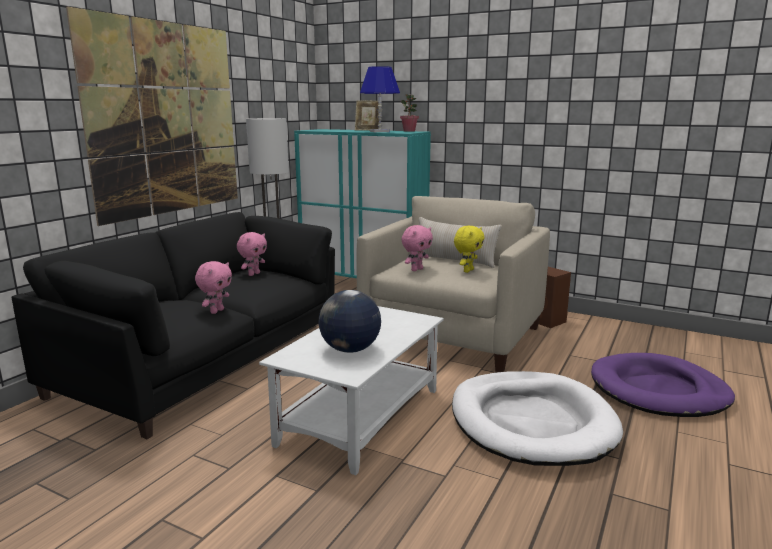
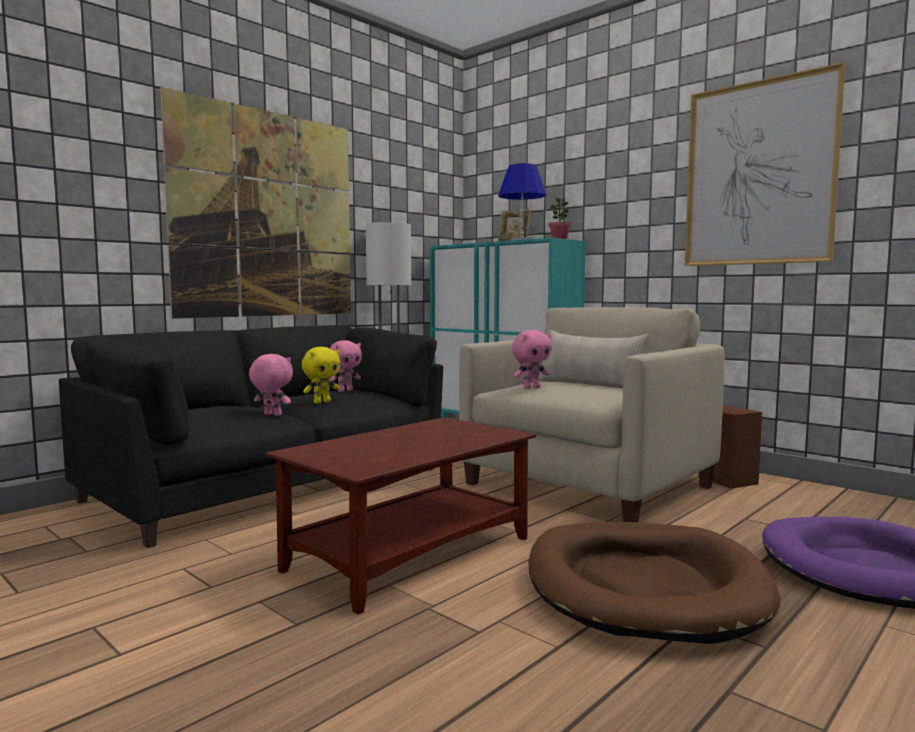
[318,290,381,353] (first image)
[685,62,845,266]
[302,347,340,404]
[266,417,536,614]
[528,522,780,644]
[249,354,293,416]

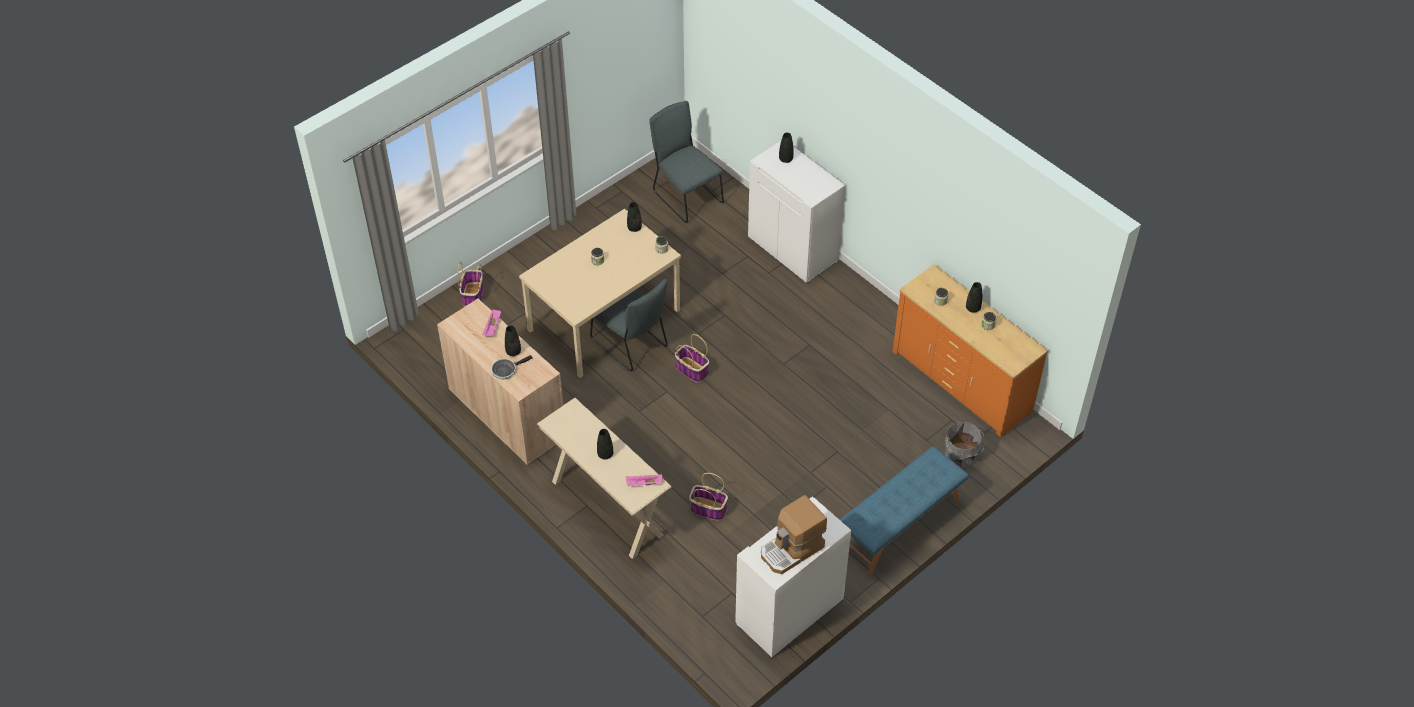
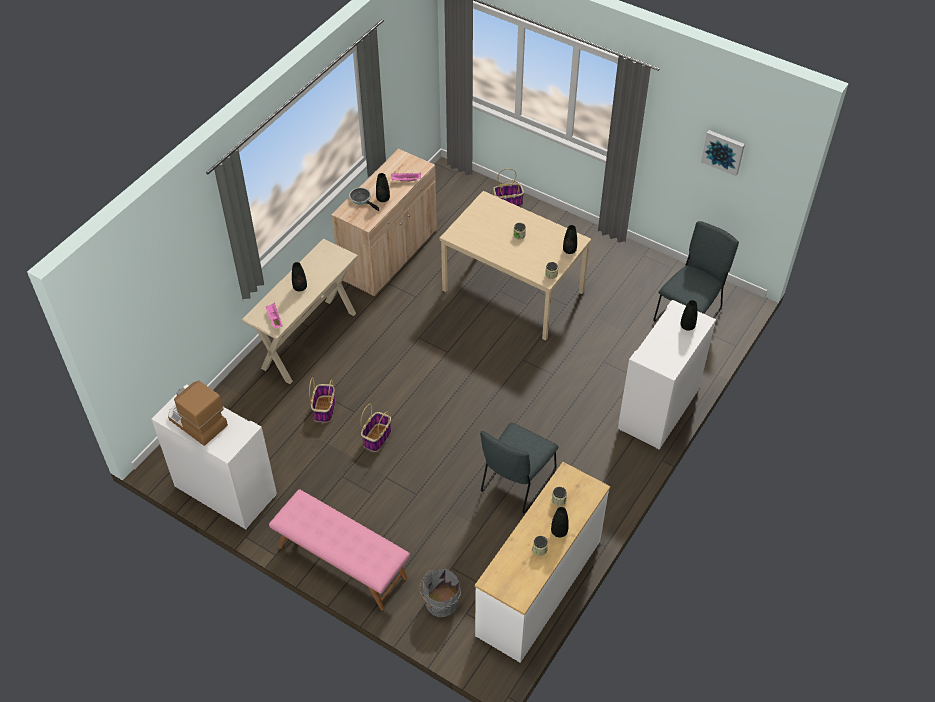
[701,130,745,176]
[480,422,558,514]
[360,404,391,452]
[269,489,410,610]
[475,462,610,663]

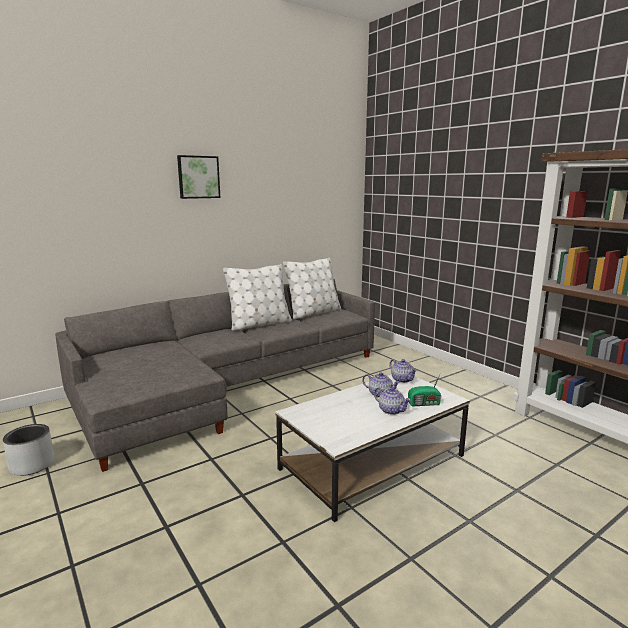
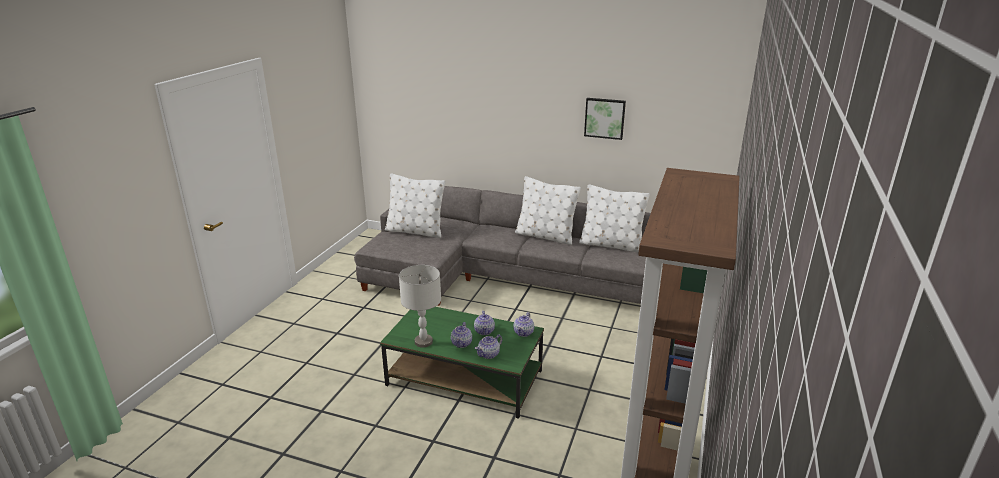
[3,424,55,476] (first image)
[385,173,445,238]
[399,265,441,347]
[584,98,626,140]
[475,335,502,359]
[380,307,544,419]

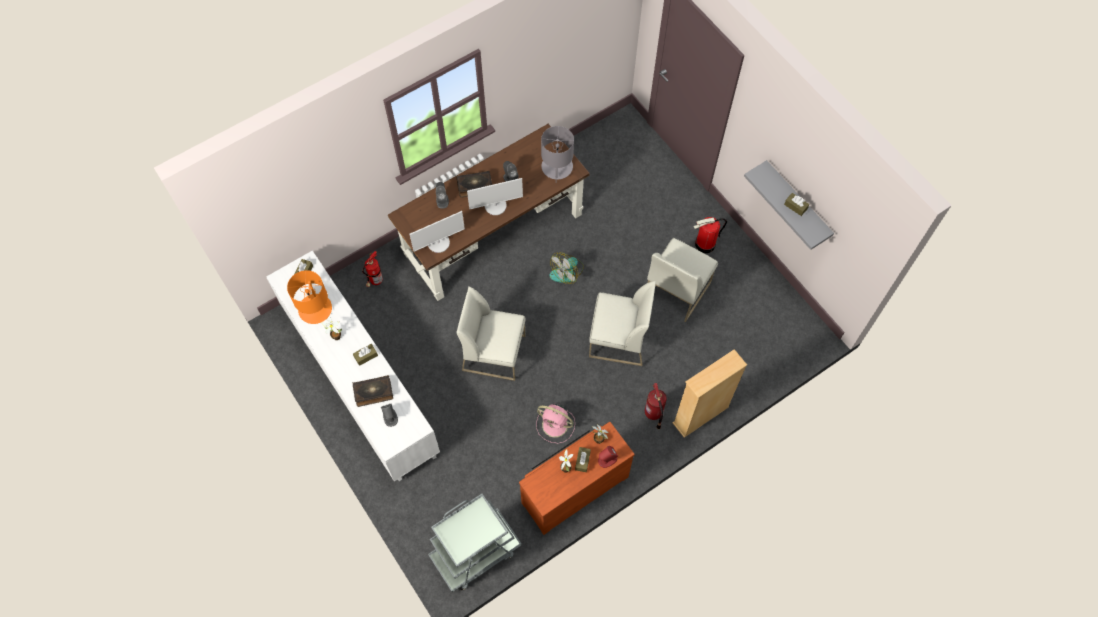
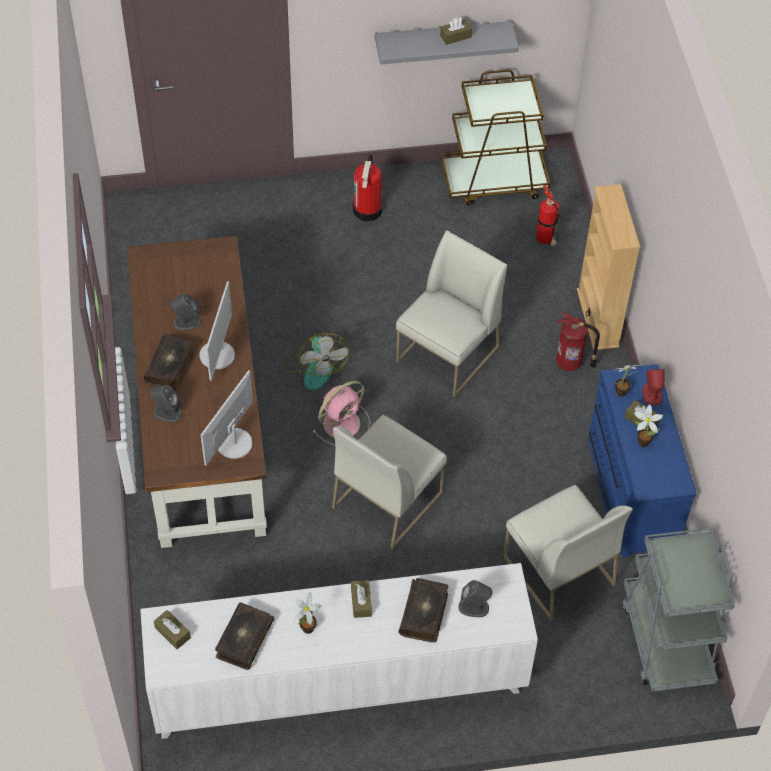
[541,126,574,180] (first image)
[441,69,550,206]
[536,185,559,246]
[312,381,370,446]
[503,485,633,621]
[215,603,274,670]
[588,364,697,558]
[201,370,253,466]

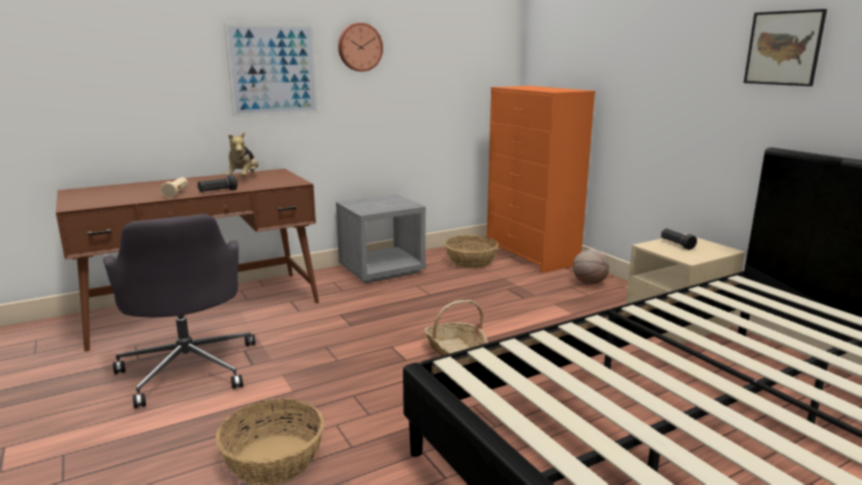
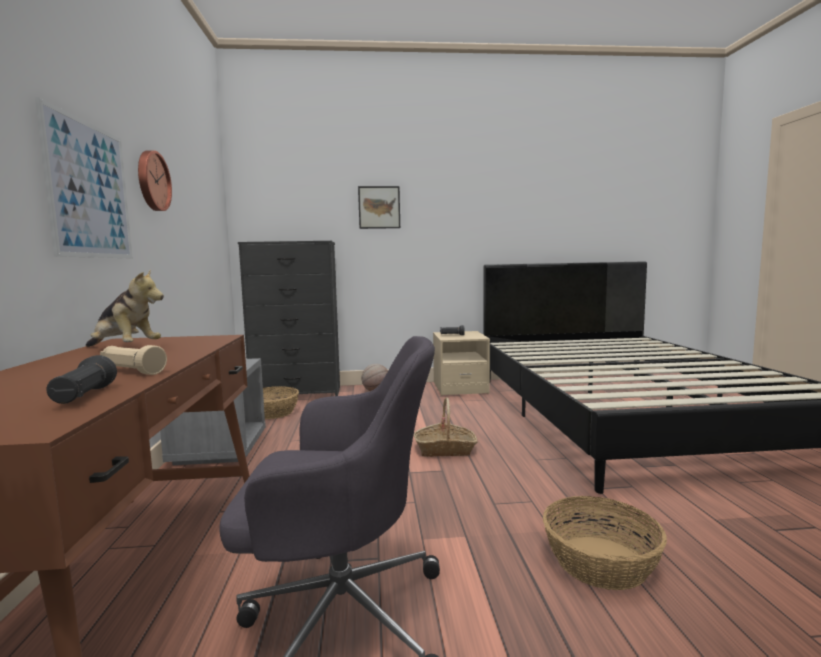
[47,355,117,404]
[358,186,400,229]
[238,241,340,396]

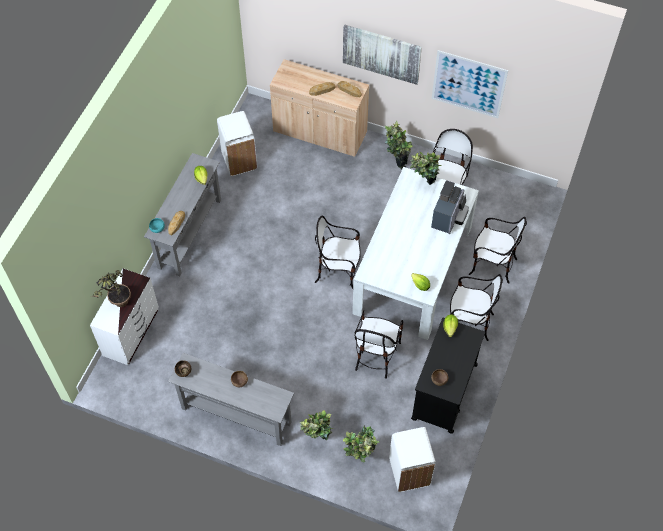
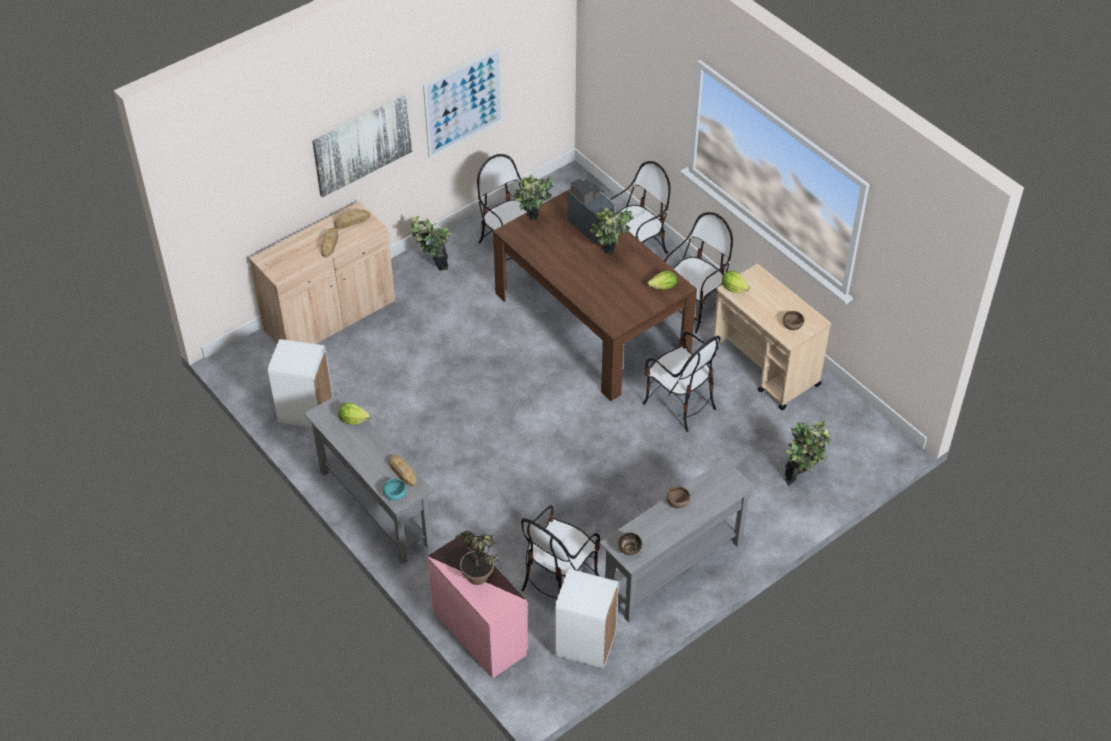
[590,208,634,253]
[521,505,600,599]
[555,569,619,669]
[427,535,528,679]
[493,189,697,401]
[713,264,832,410]

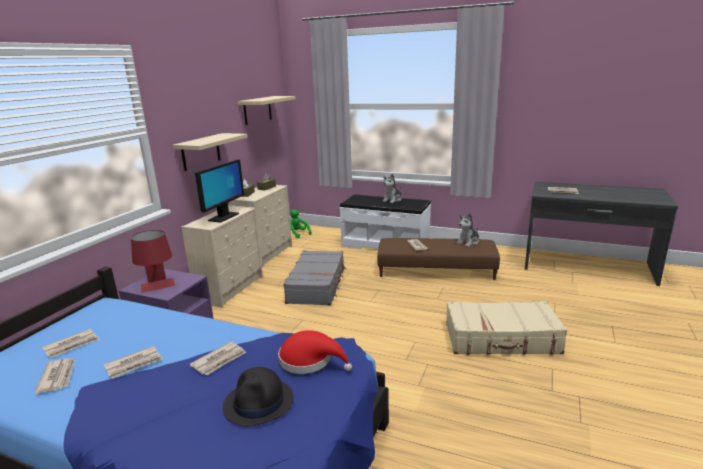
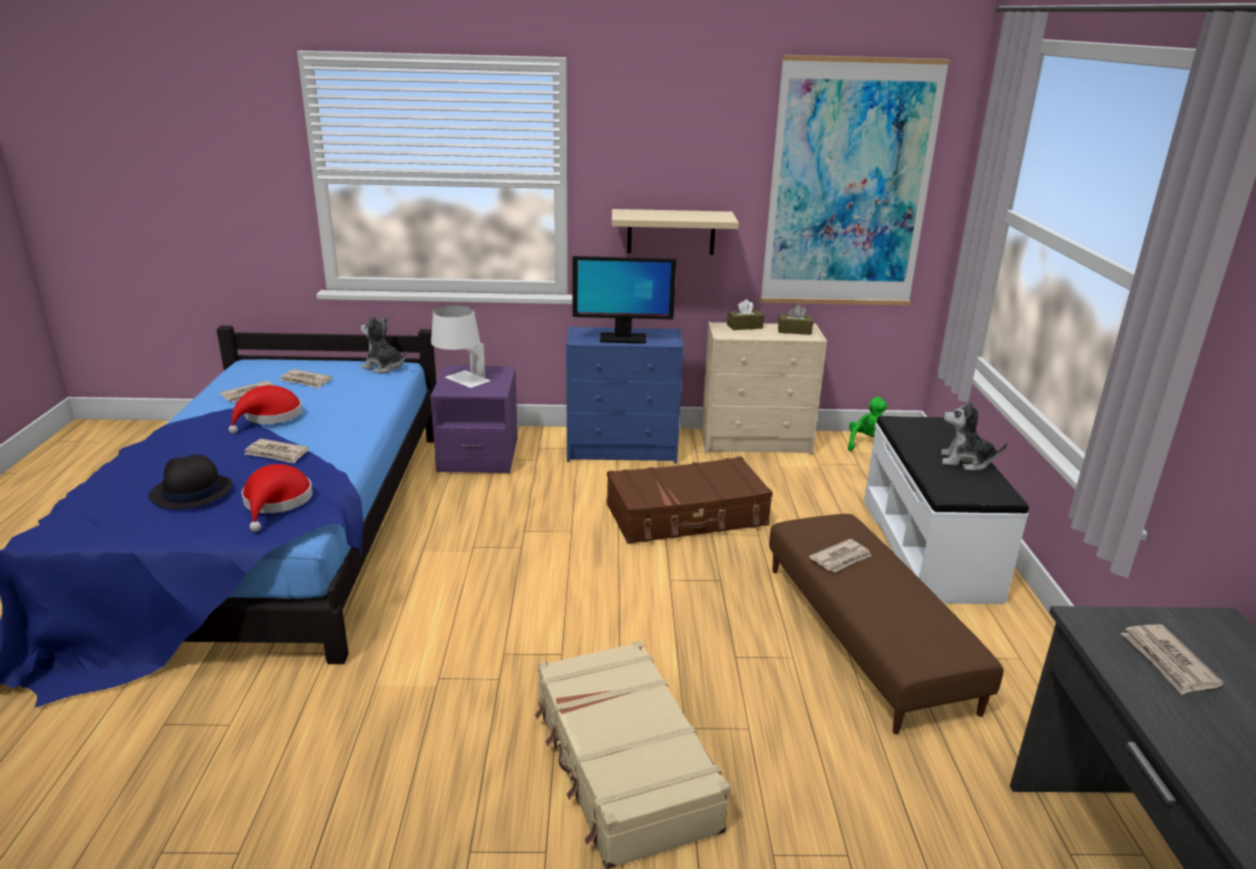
[360,315,406,373]
[228,385,302,434]
[760,55,950,306]
[431,305,491,388]
[566,326,684,464]
[607,456,773,544]

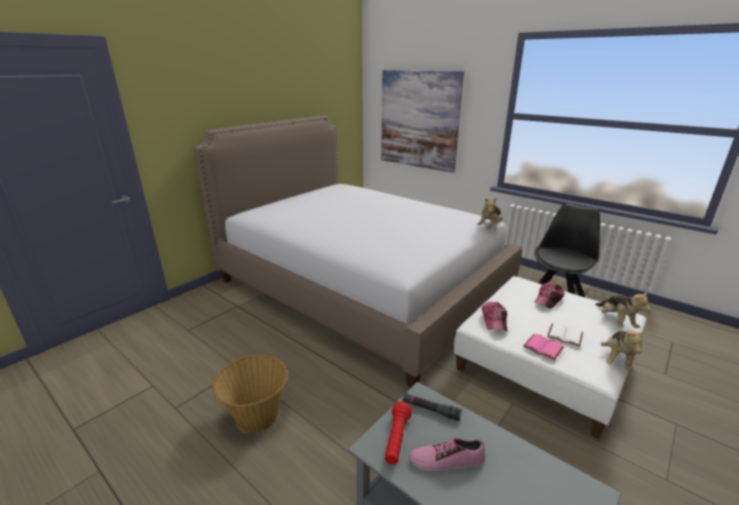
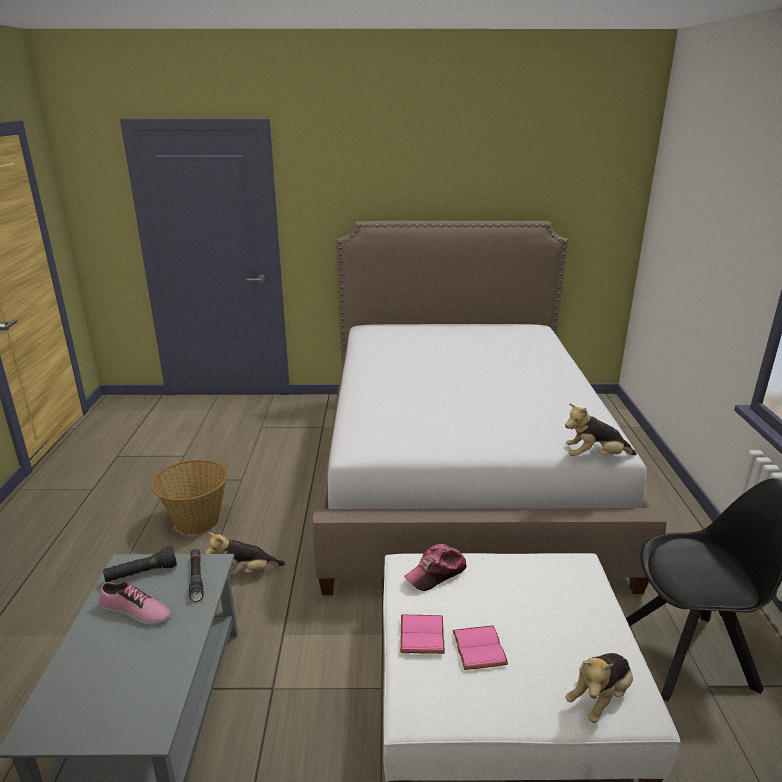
[381,70,464,173] (first image)
[535,283,564,309] (first image)
[205,533,285,573]
[103,546,177,582]
[452,626,508,670]
[99,582,171,626]

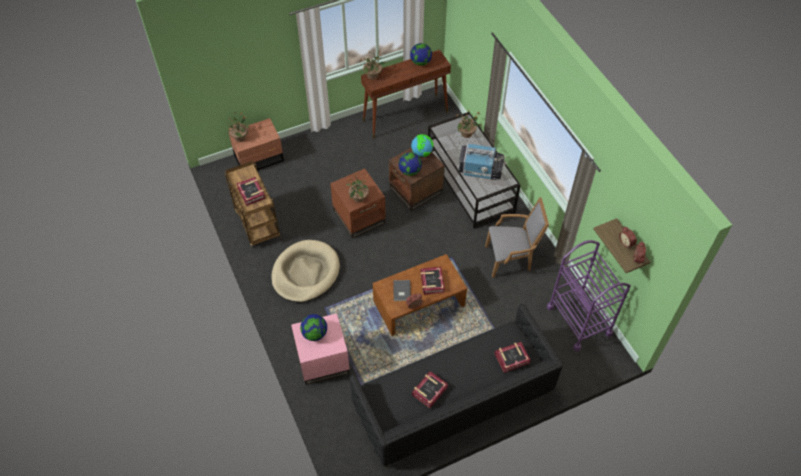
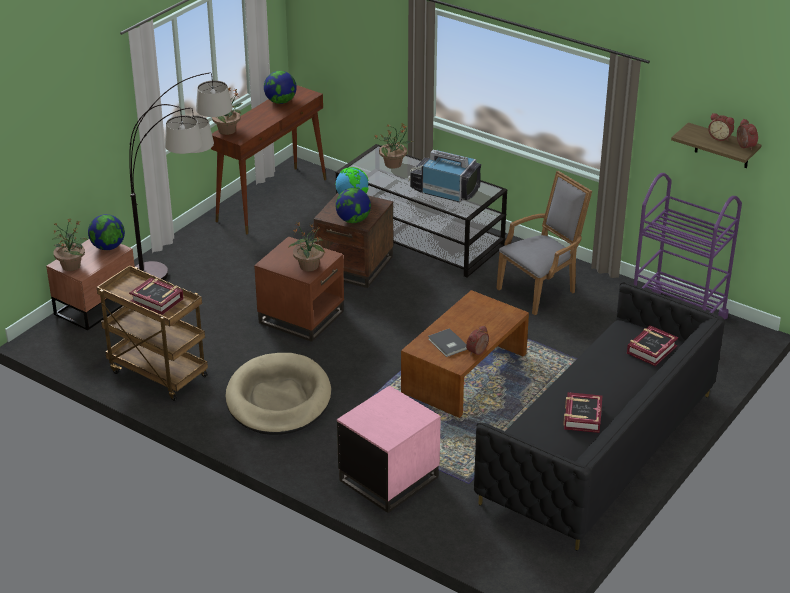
[420,267,445,295] (first image)
[129,72,232,280]
[88,214,125,250]
[408,150,481,202]

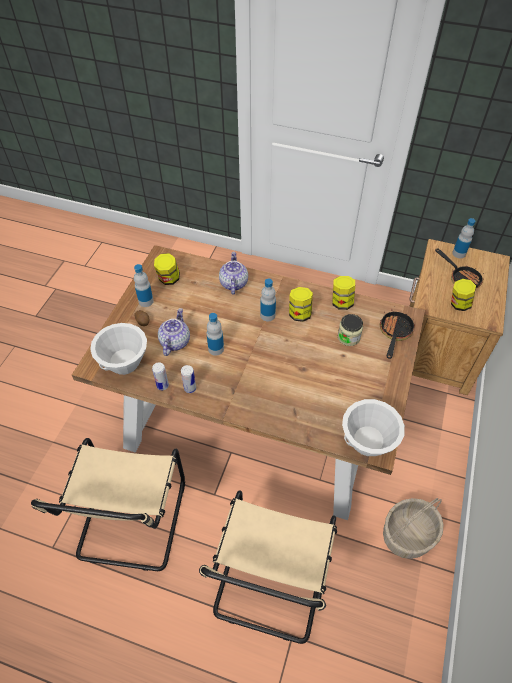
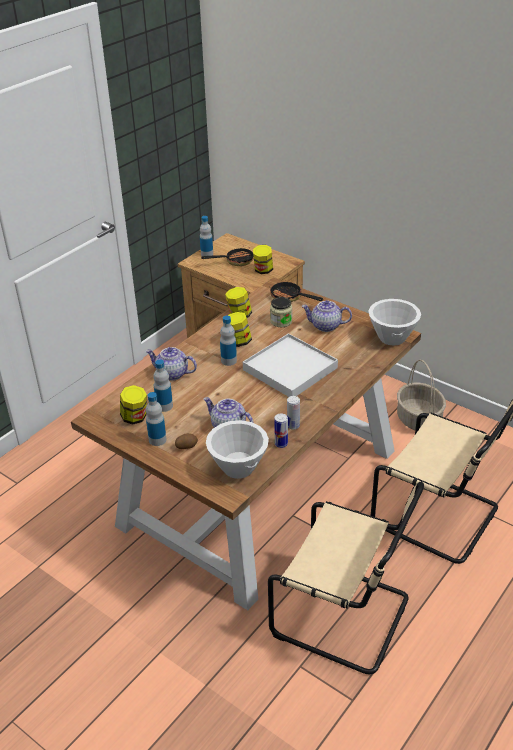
[243,333,338,397]
[301,300,352,332]
[153,359,173,412]

